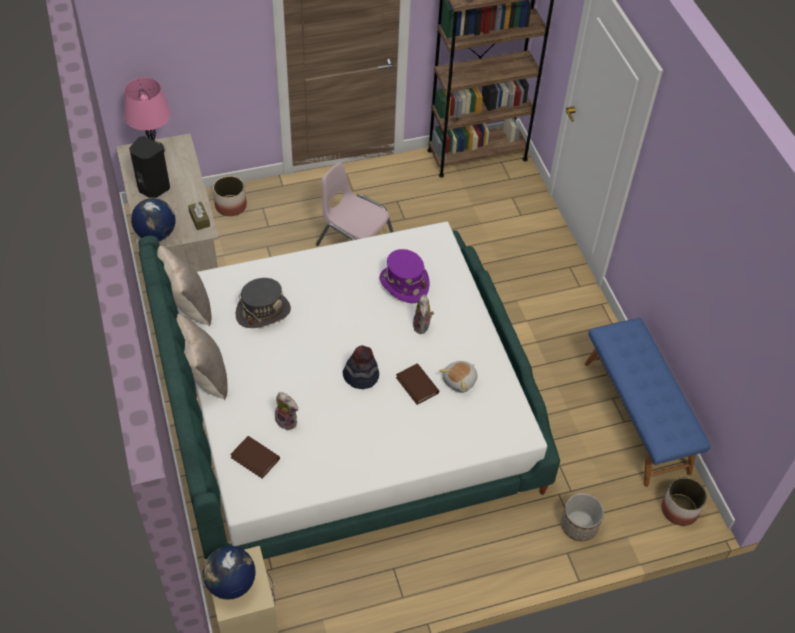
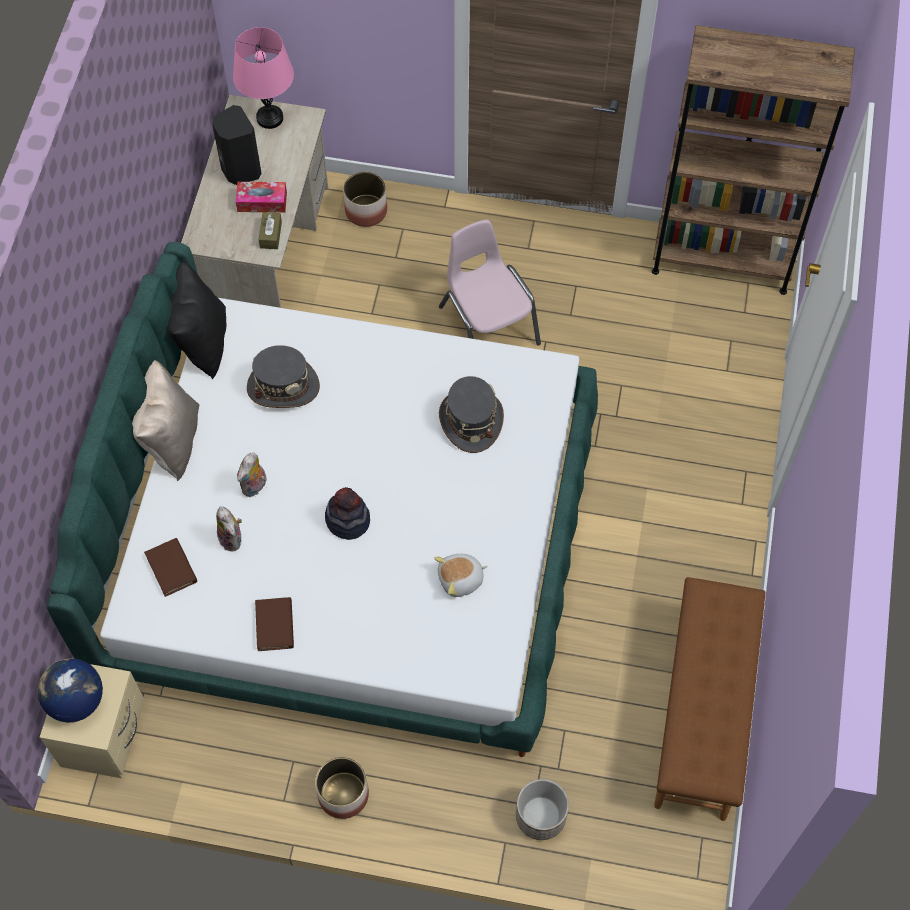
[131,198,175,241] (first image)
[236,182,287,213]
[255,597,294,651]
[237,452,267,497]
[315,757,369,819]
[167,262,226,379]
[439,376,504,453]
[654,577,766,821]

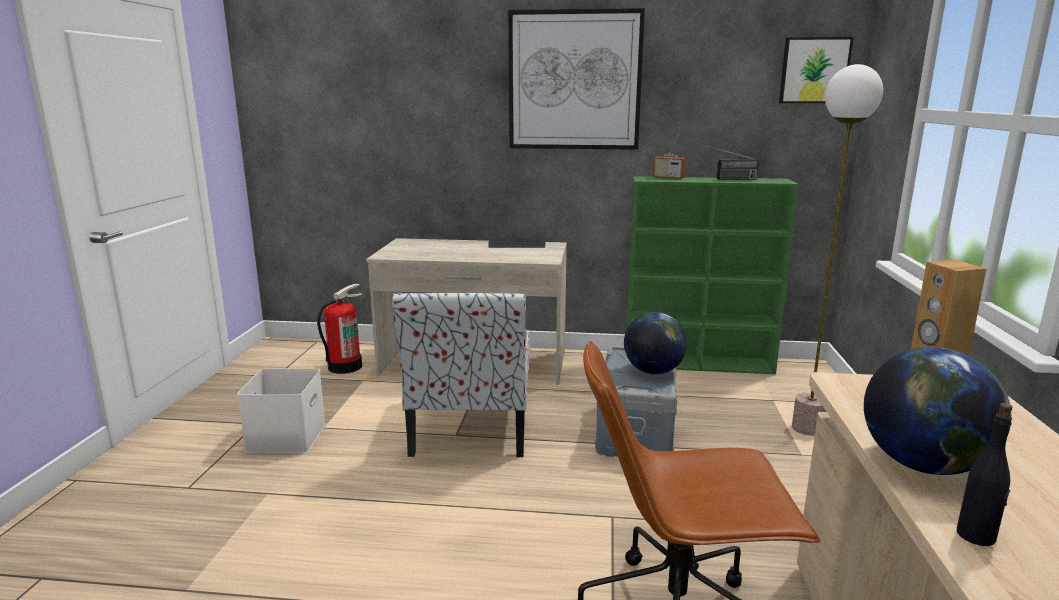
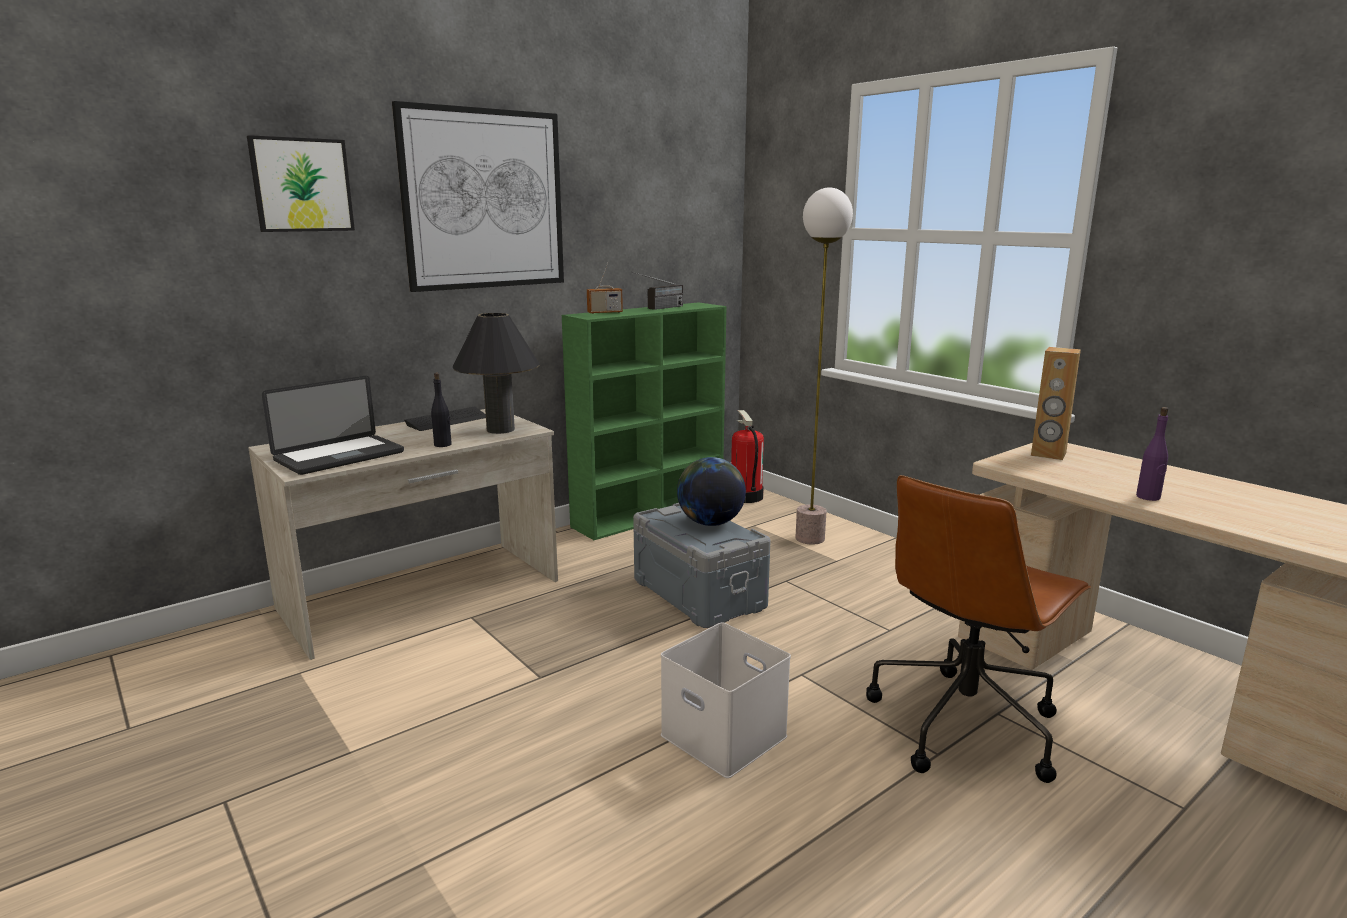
[392,293,530,457] (first image)
[262,376,404,475]
[453,313,540,434]
[661,622,791,778]
[731,410,764,503]
[247,135,355,232]
[431,373,452,447]
[1136,407,1168,501]

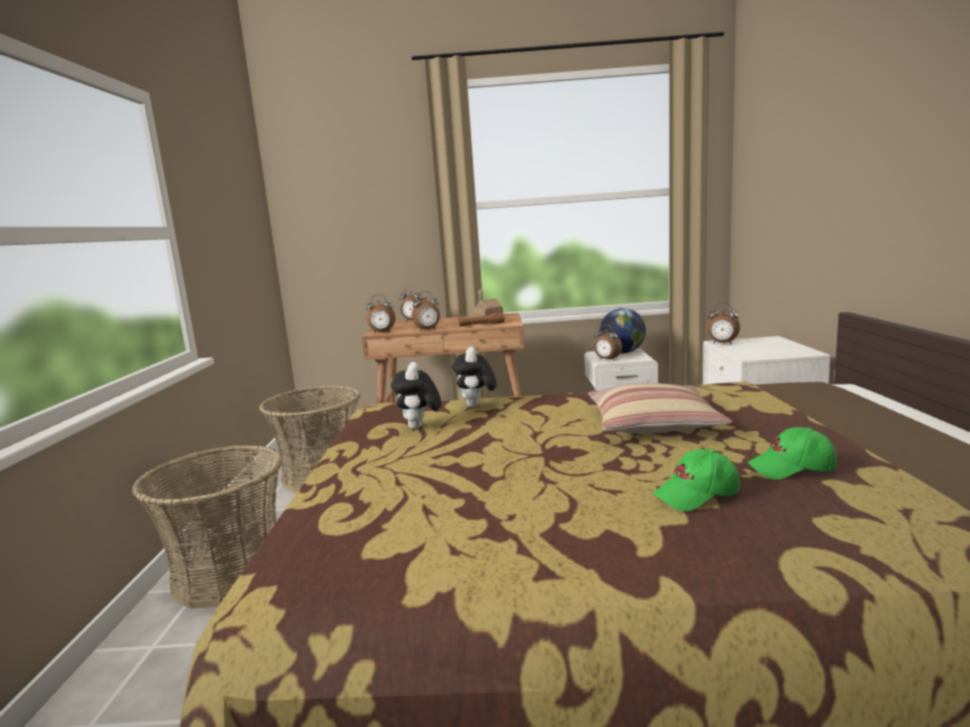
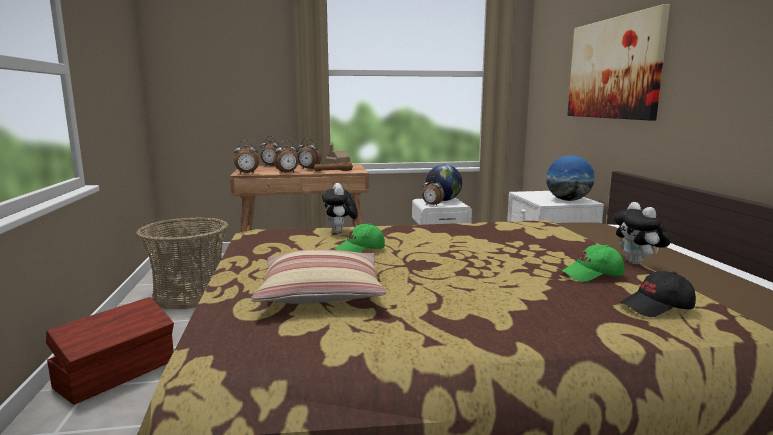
[546,155,595,201]
[568,4,670,121]
[620,271,696,317]
[613,202,670,264]
[251,249,386,304]
[335,223,385,252]
[297,138,321,169]
[46,297,174,405]

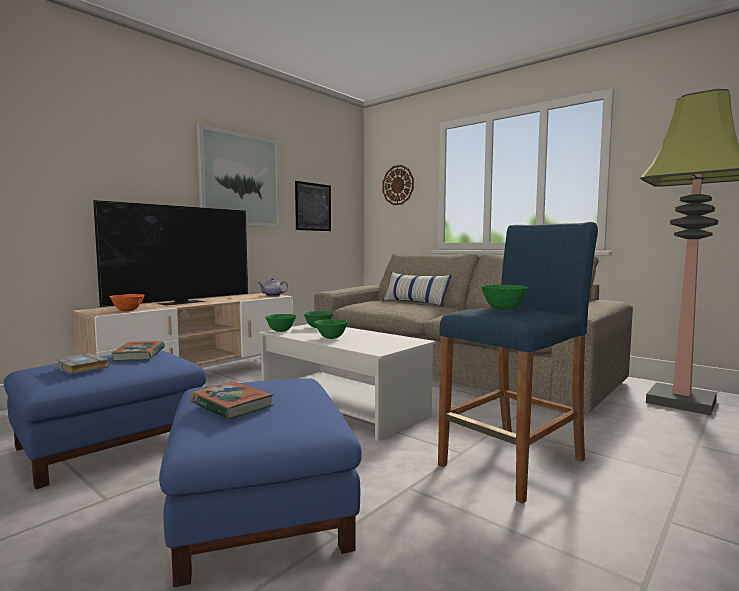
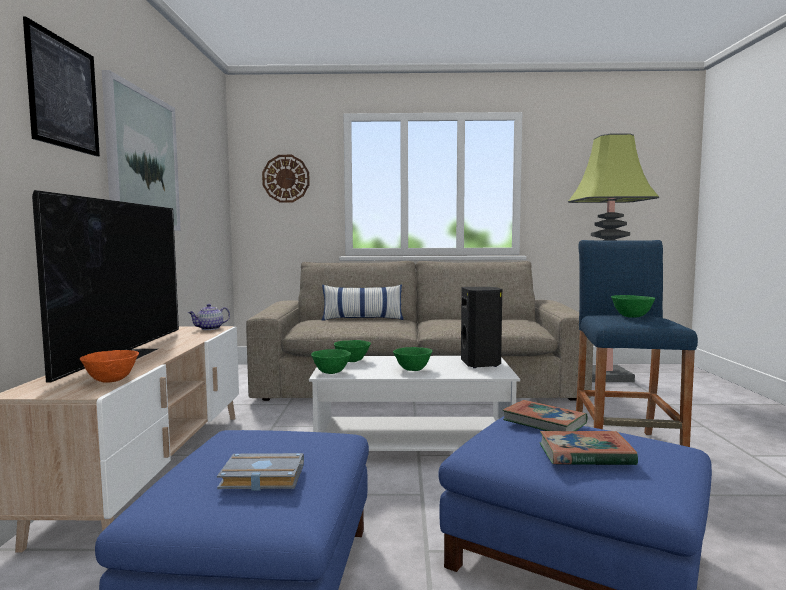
[461,287,502,368]
[503,400,587,431]
[23,16,100,157]

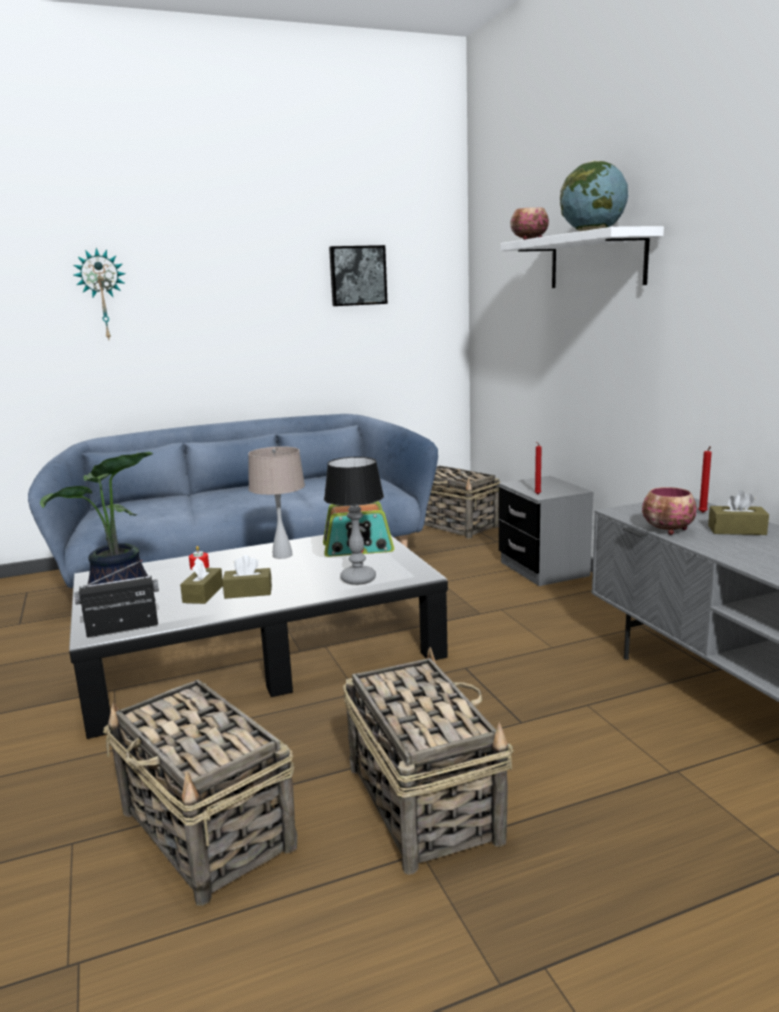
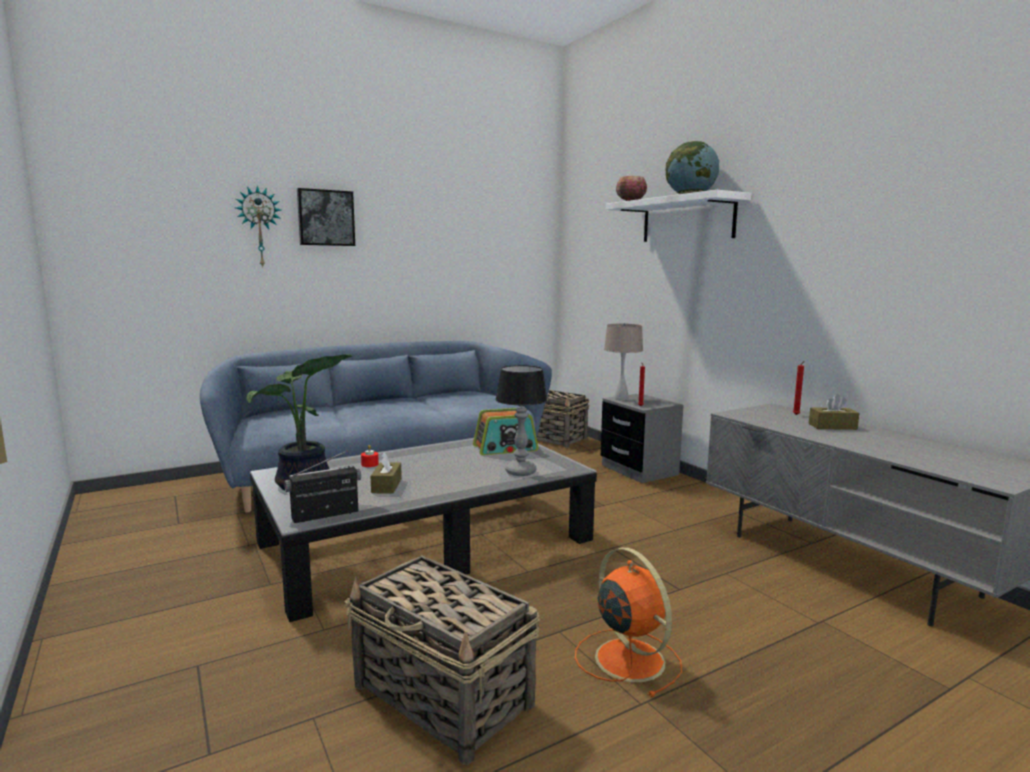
[222,555,272,599] (first image)
[642,487,697,535] (first image)
[604,323,643,401]
[297,188,355,246]
[575,547,682,697]

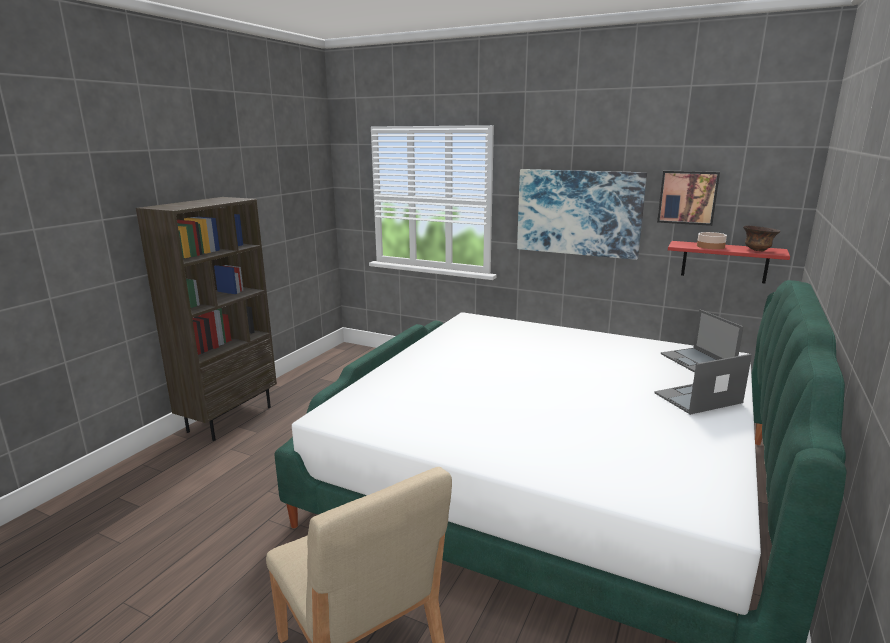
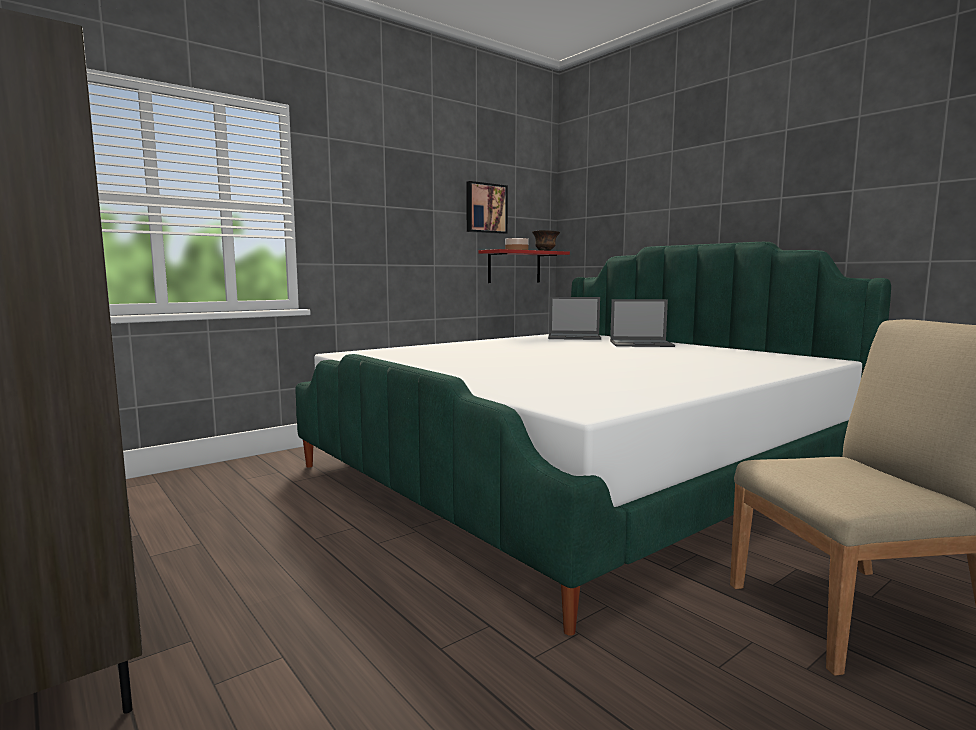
[517,169,647,260] (first image)
[610,299,675,347]

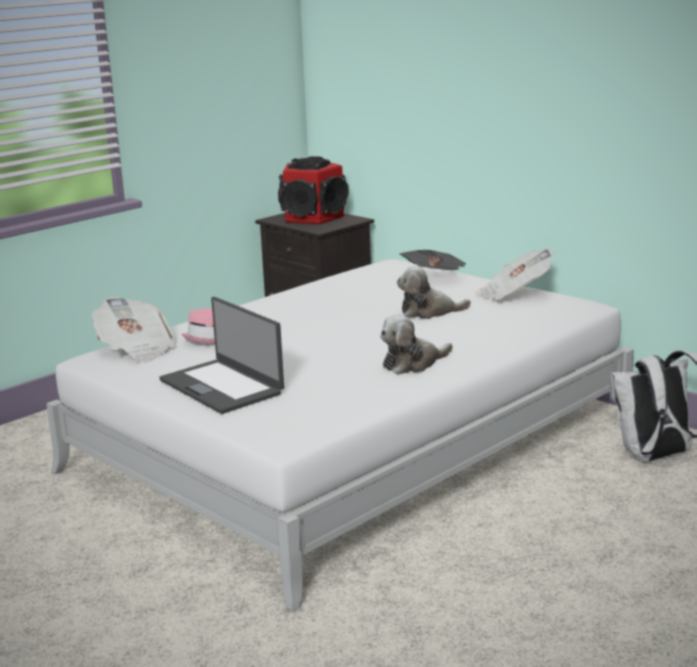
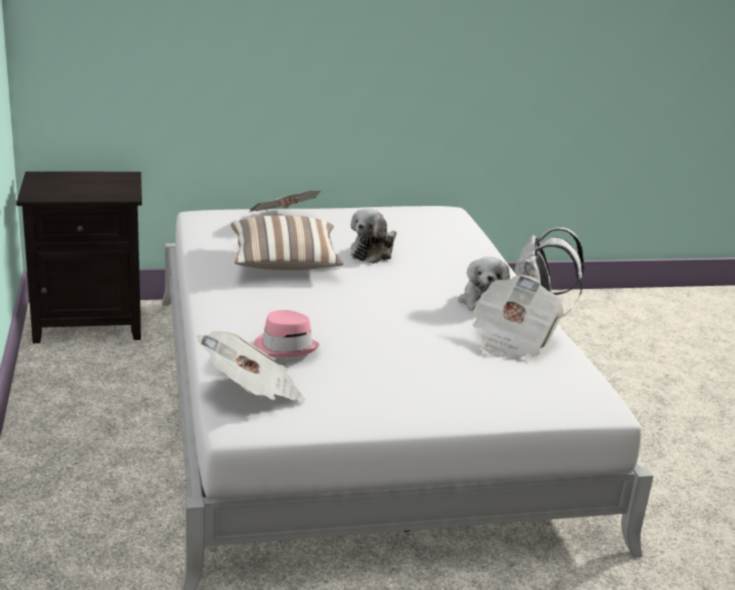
[159,297,284,414] (first image)
[278,156,349,224] (first image)
[231,215,344,270]
[472,275,564,358]

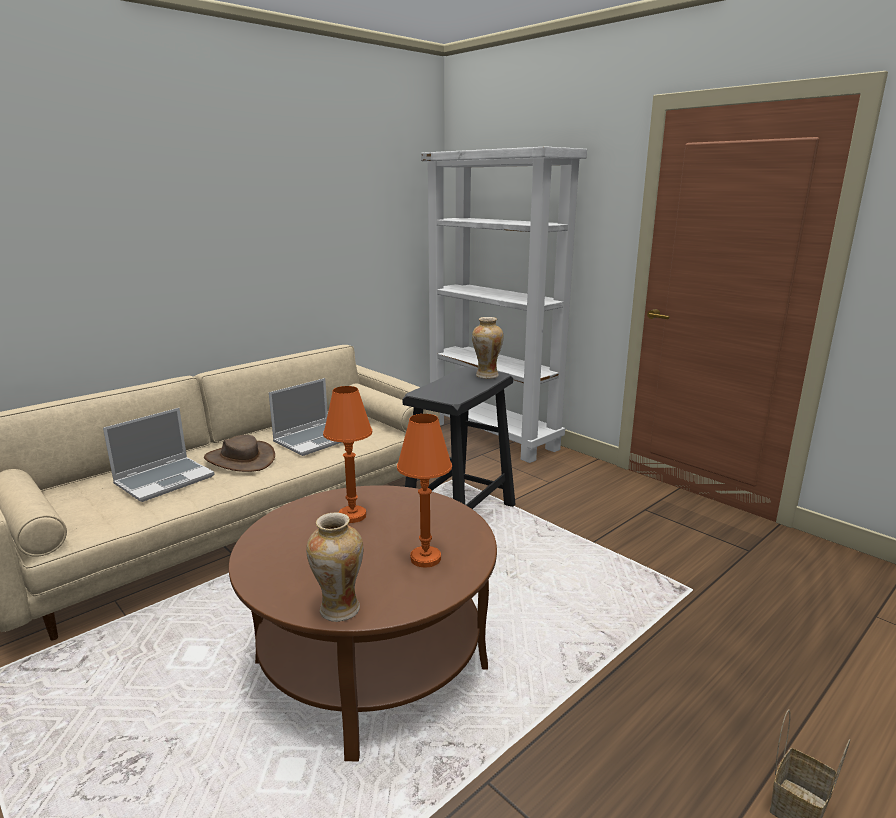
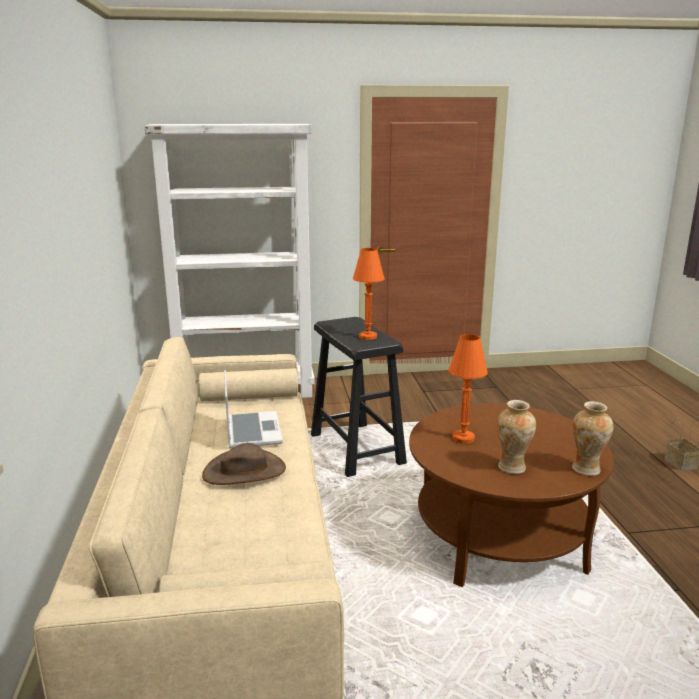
[103,408,214,502] (first image)
[353,248,385,340]
[497,400,536,474]

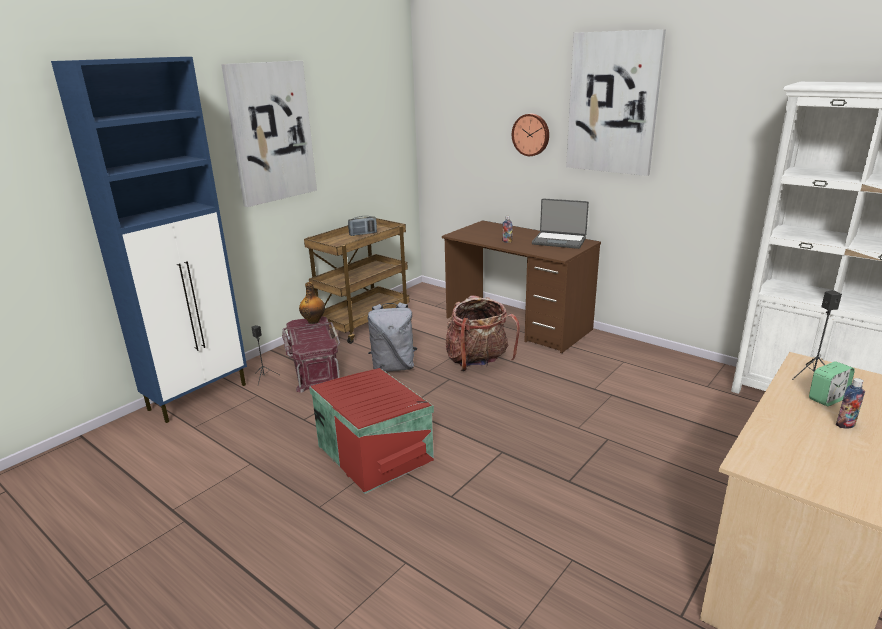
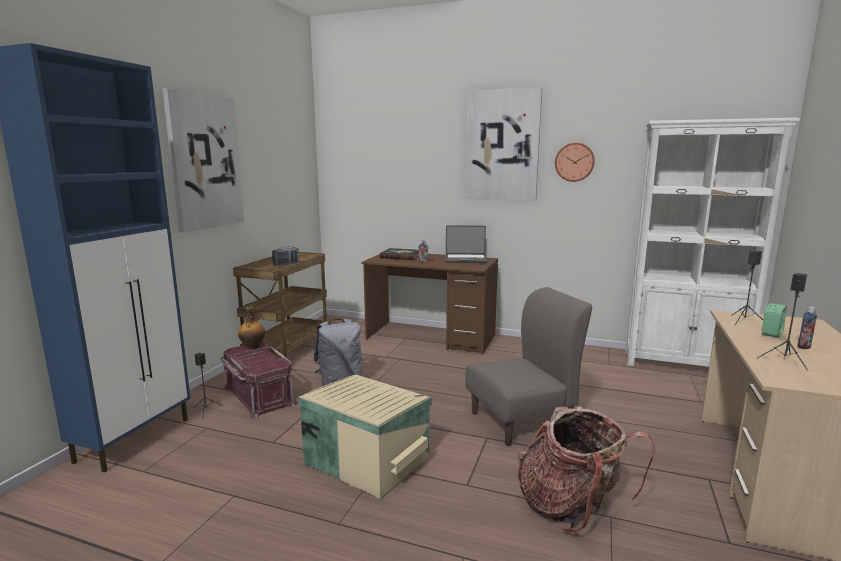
[379,248,419,260]
[465,287,592,446]
[758,273,808,371]
[518,406,655,534]
[555,143,595,182]
[298,374,432,500]

